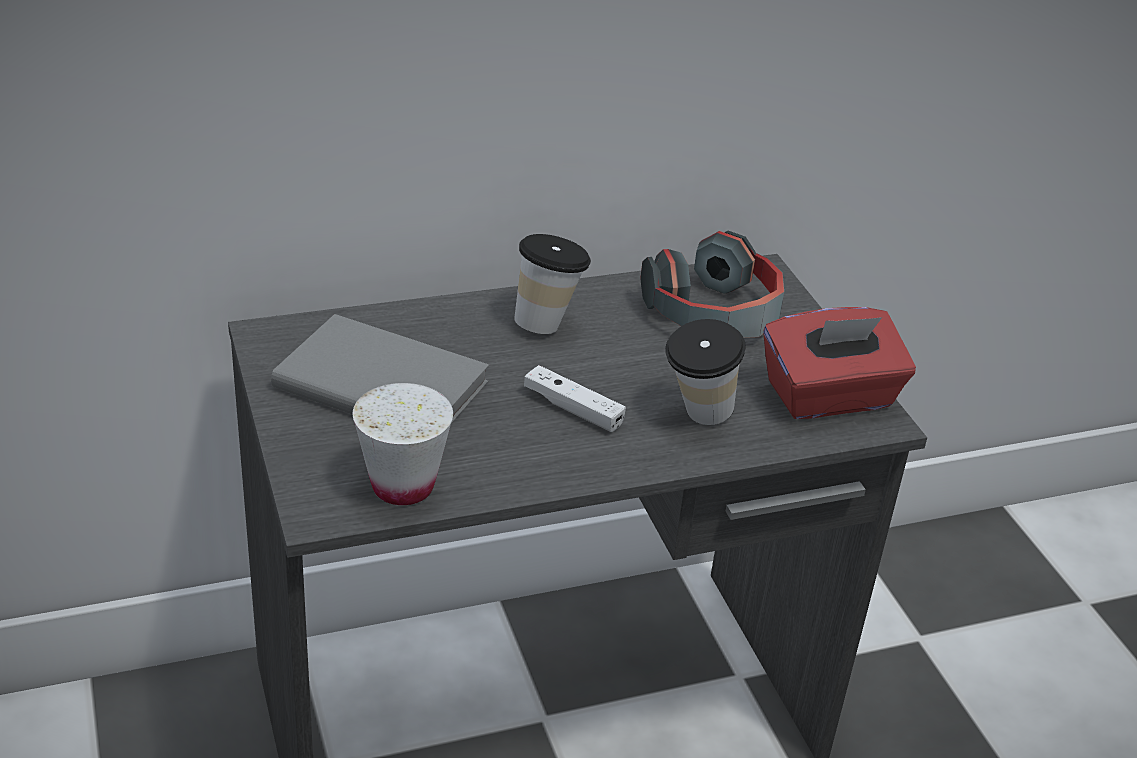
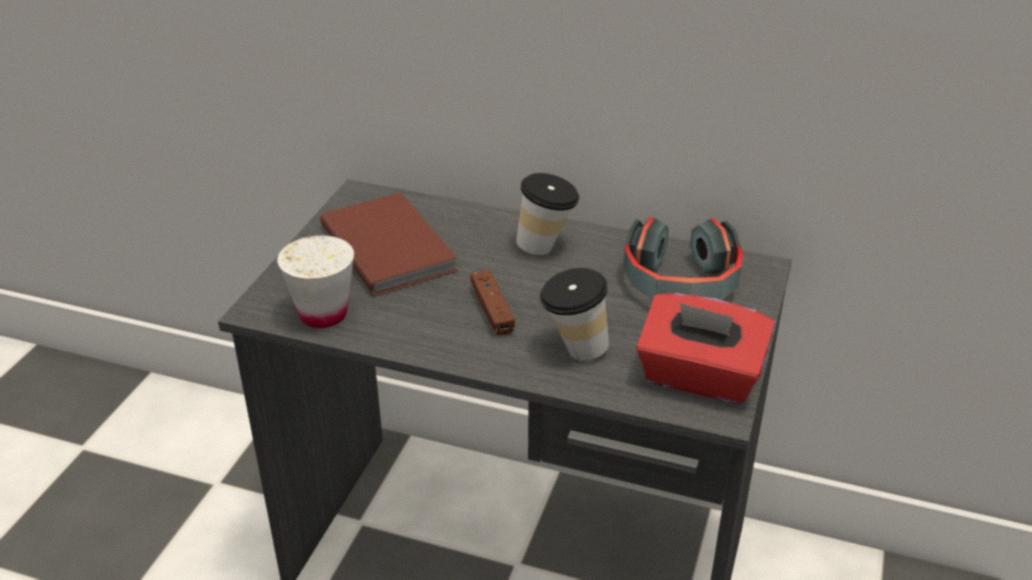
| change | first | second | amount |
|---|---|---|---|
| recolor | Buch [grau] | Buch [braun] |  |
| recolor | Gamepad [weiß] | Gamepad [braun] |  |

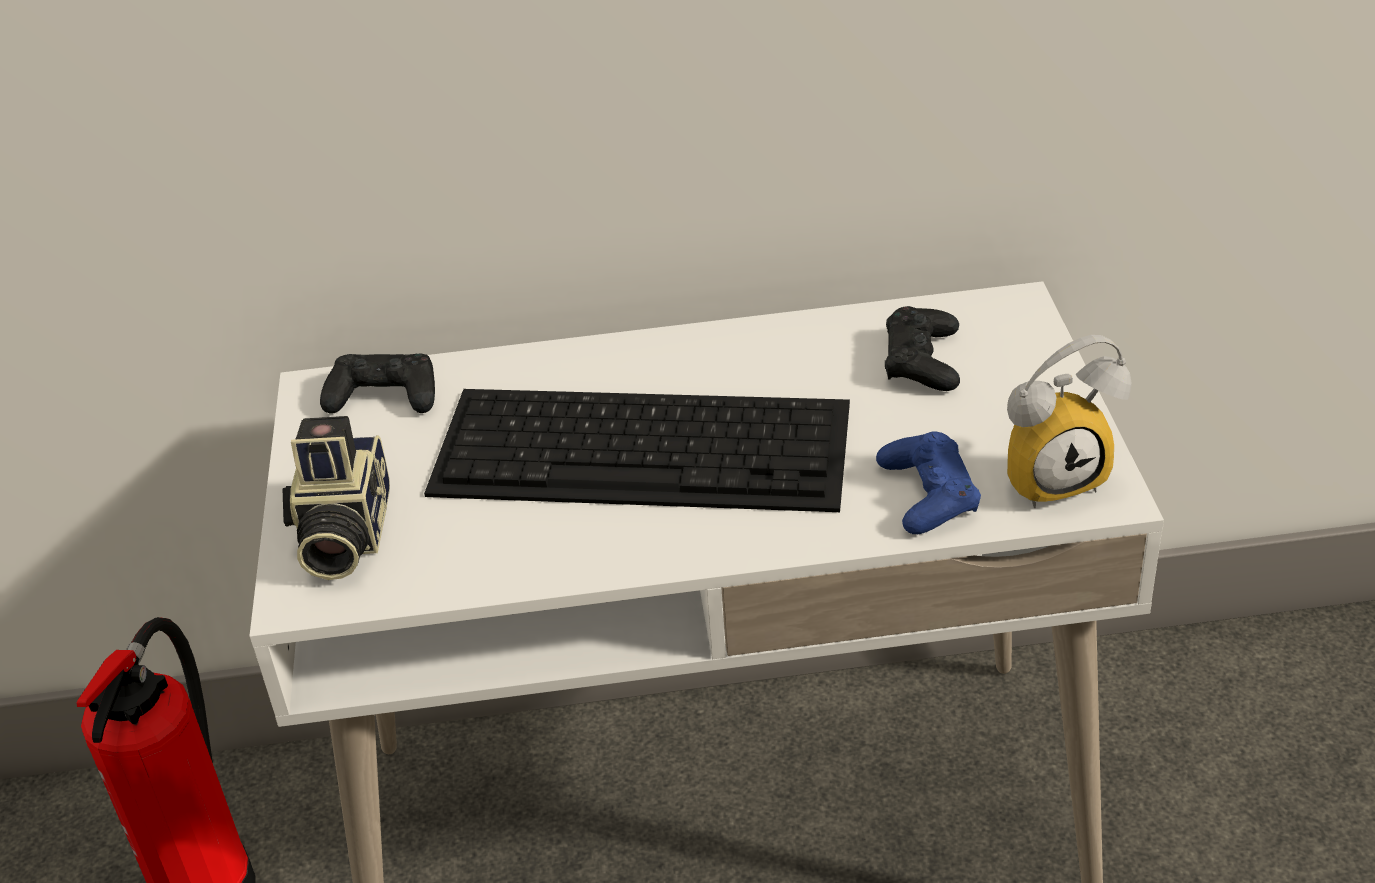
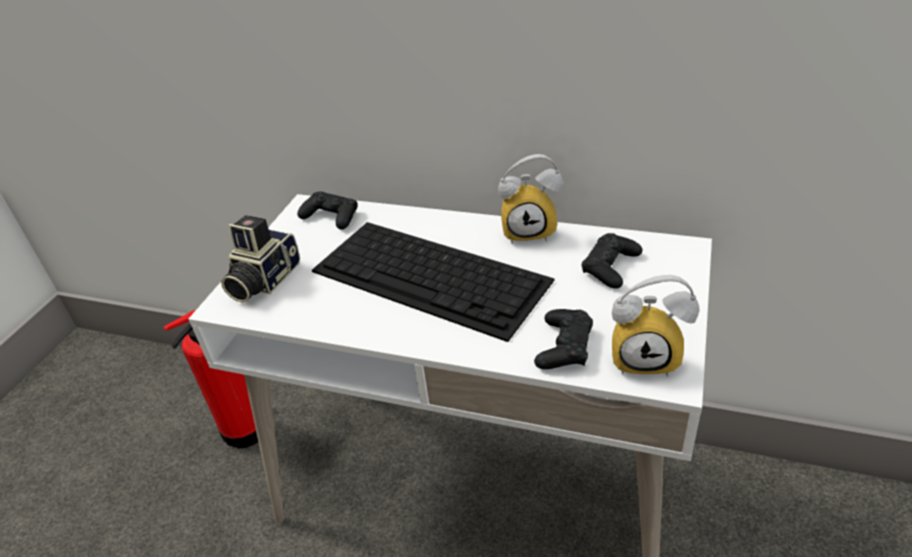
| change | first | second | amount |
|---|---|---|---|
| insert |  | Wecker (1st from left) |  |
| recolor | Gamepad [blau] | Gamepad [schwarz] (2nd from left) |  |

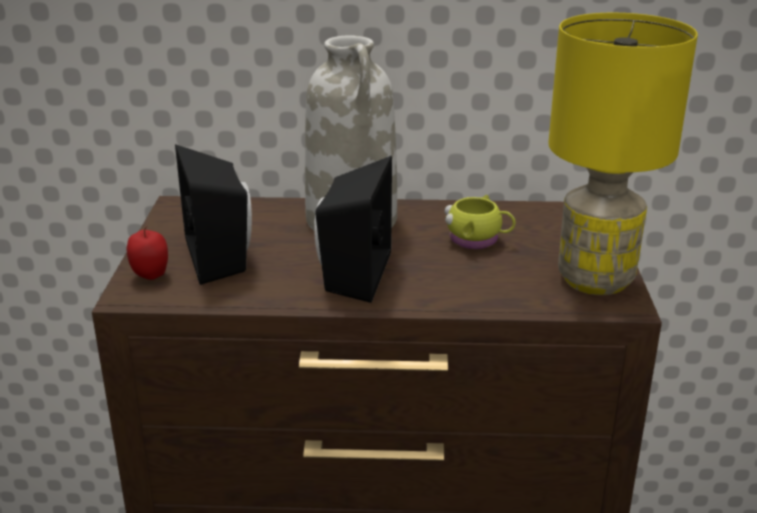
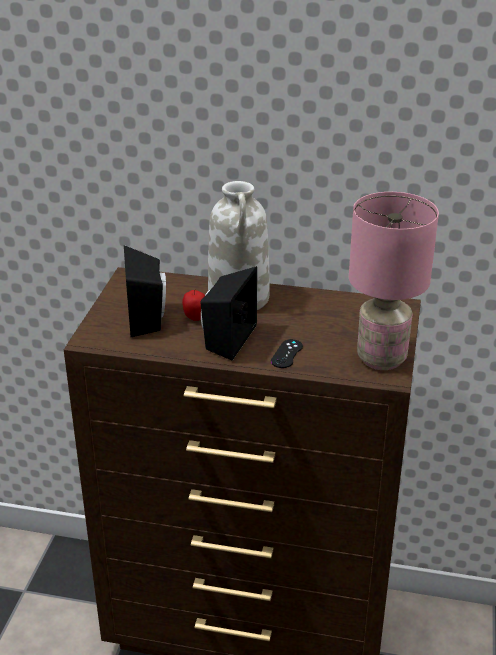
| change | first | second | amount |
|---|---|---|---|
| delete | Henkelbecher [gelb] |  |  |
| insert |  | Gamepad [schwarz] |  |
| move | Apfel |  |  |
| recolor | Tischlampe [gelb] | Tischlampe [rosa] |  |

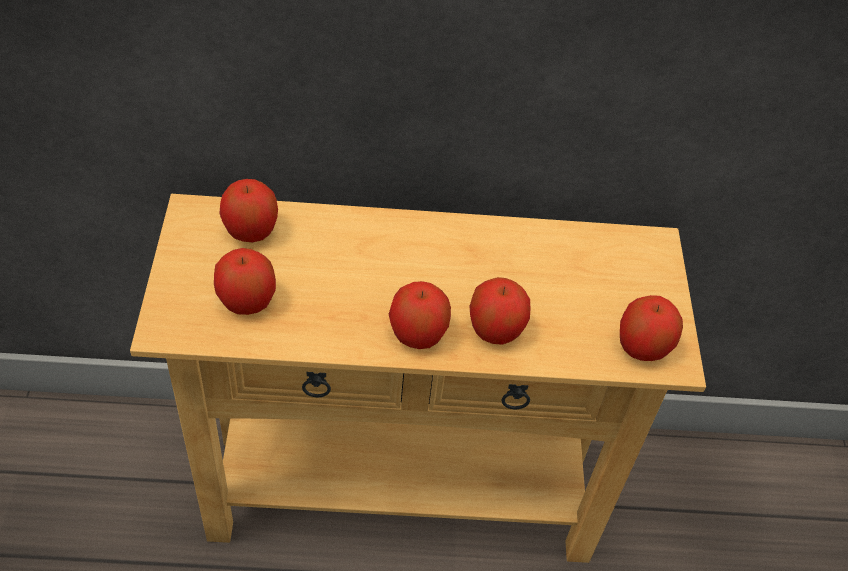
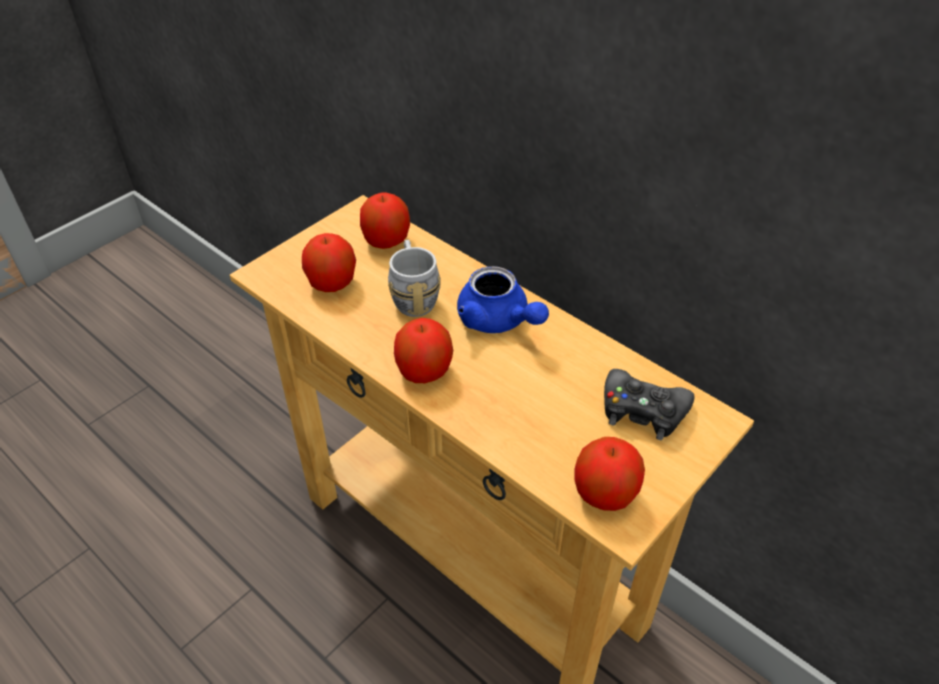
| change | first | second | amount |
|---|---|---|---|
| delete | Apfel (4th from left) |  |  |
| insert |  | Henkelbecher [grau] |  |
| insert |  | Teekanne [blau] |  |
| insert |  | Gamepad [schwarz] |  |

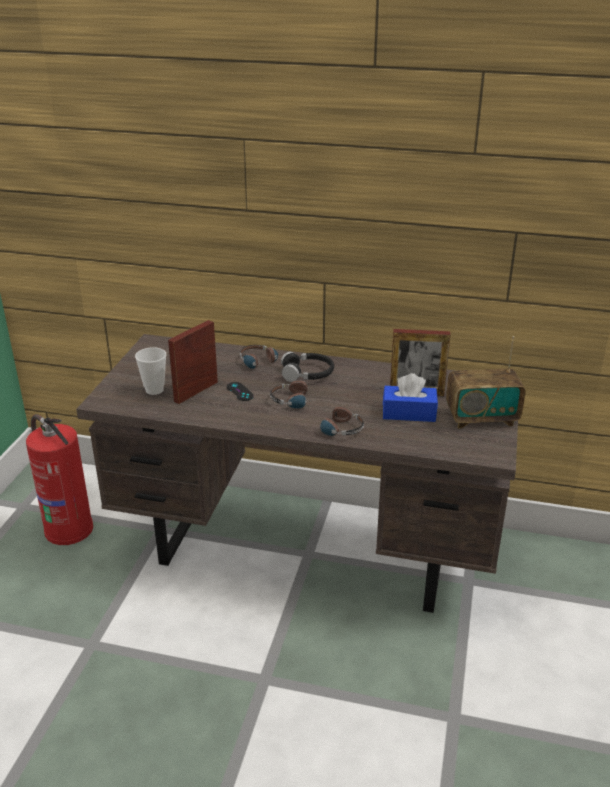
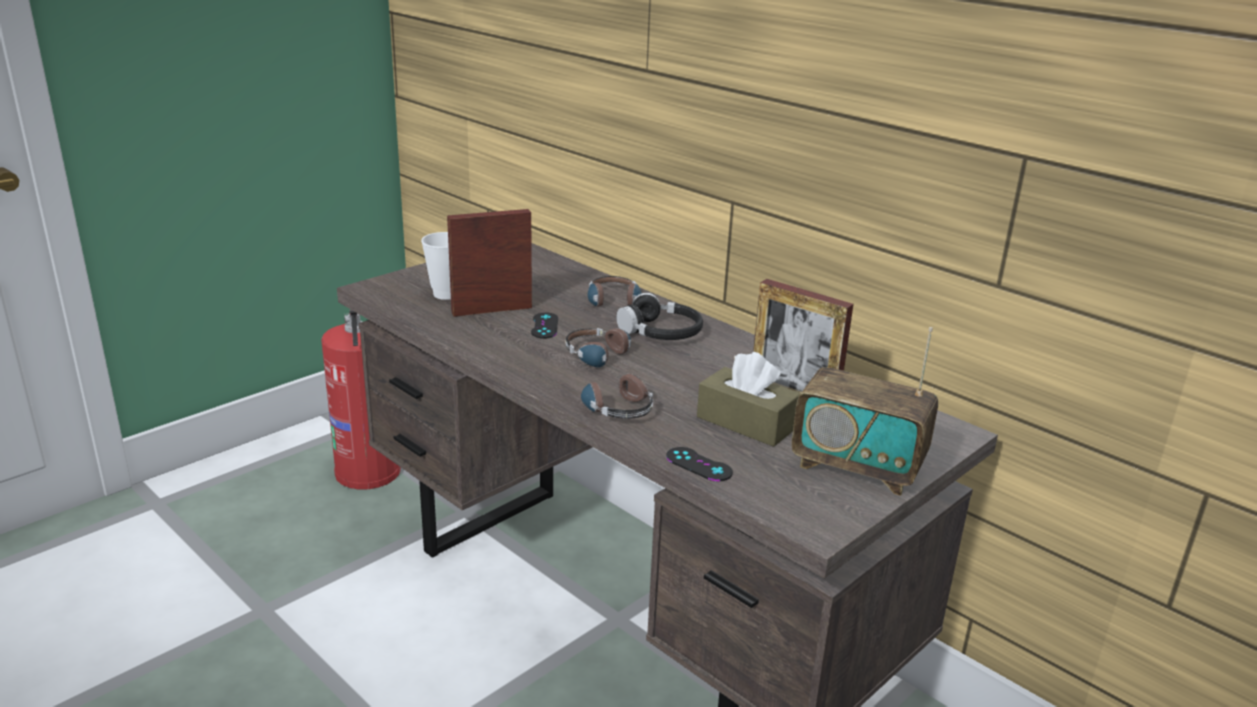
| change | first | second | amount |
|---|---|---|---|
| insert |  | Gamepad [schwarz] (2nd from left) |  |
| recolor | Taschentuchbox [blau] | Taschentuchbox [braun] |  |

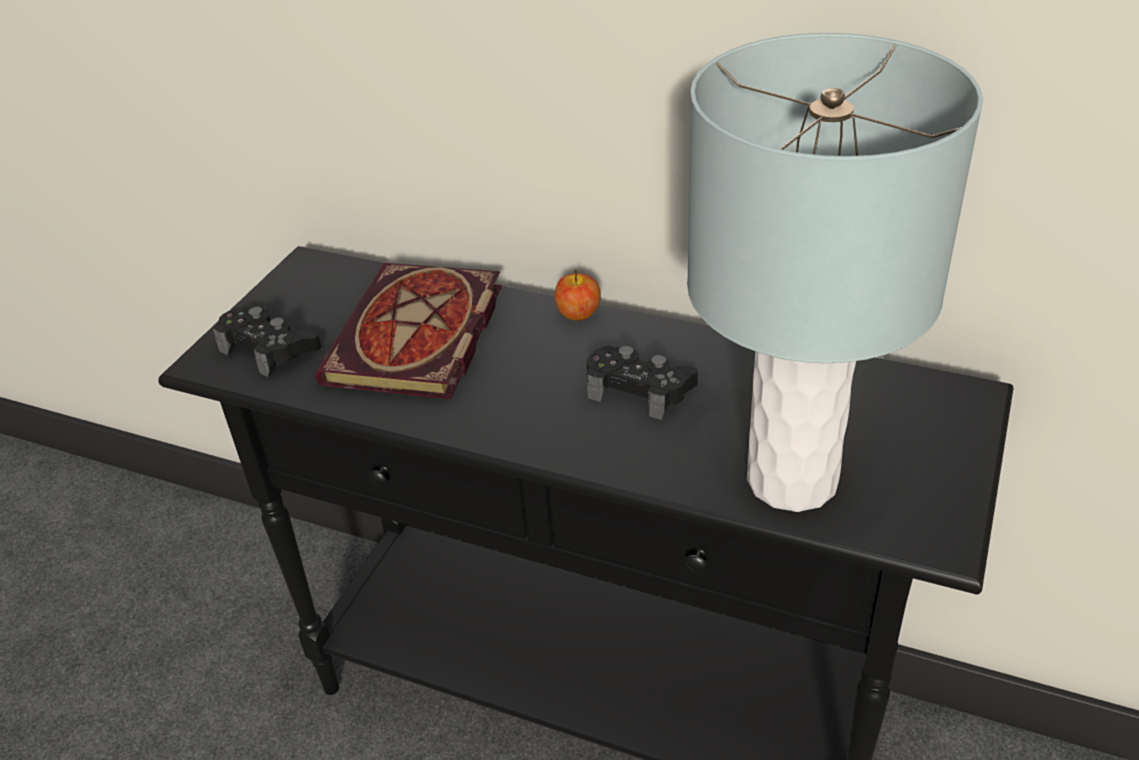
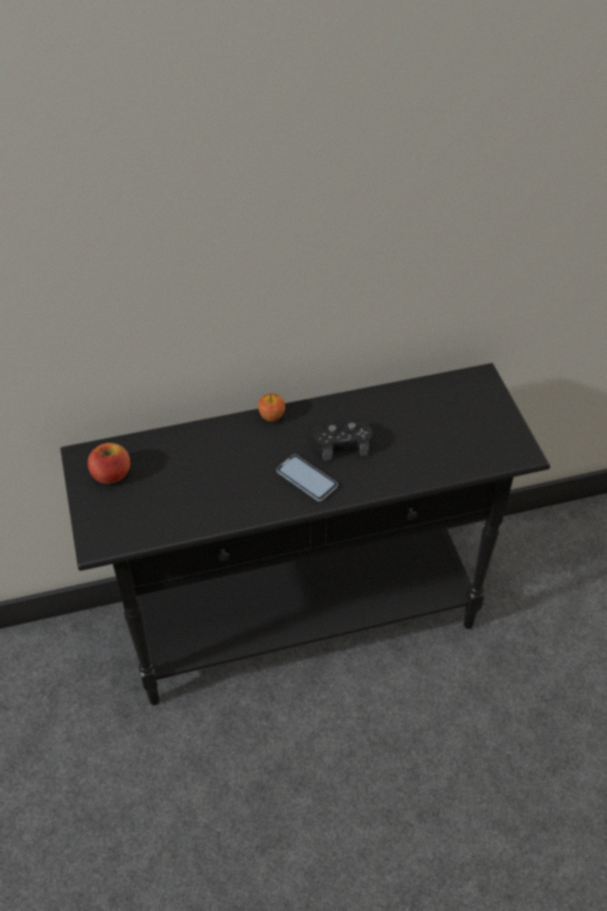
| change | first | second | amount |
|---|---|---|---|
| delete | Gamepad [schwarz] (1st from left) |  |  |
| delete | Buch |  |  |
| delete | Tischlampe [grau] |  |  |
| insert |  | Apfel (1st from left) |  |
| insert |  | Handy |  |

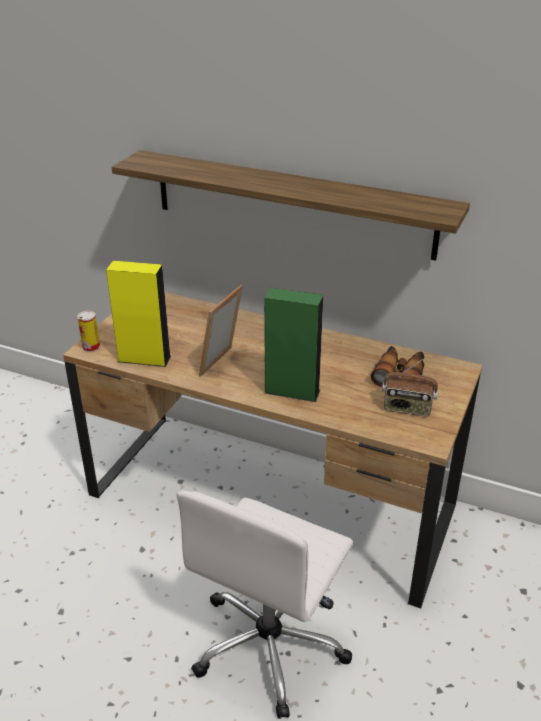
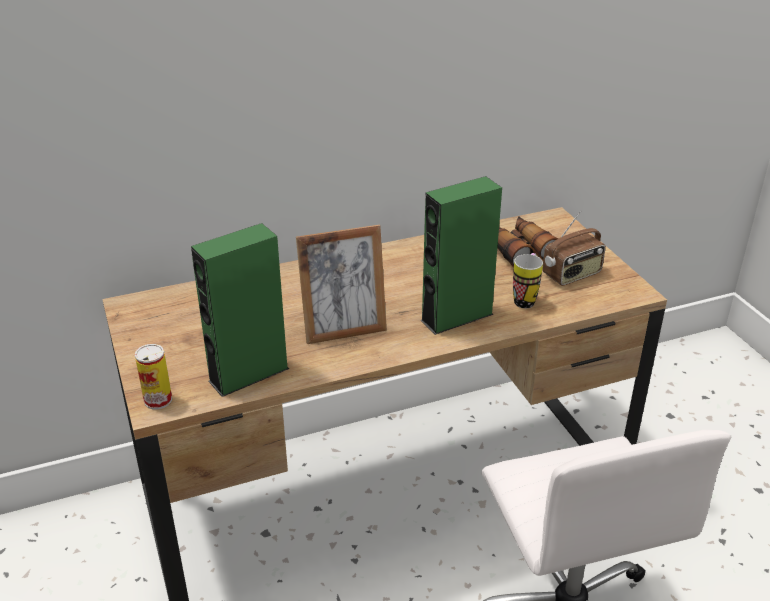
| change | first | second | amount |
|---|---|---|---|
| delete | Wandregal |  |  |
| insert |  | Henkelbecher |  |
| recolor | Lautsprecher [gelb] | Lautsprecher [grün] (1st from left) |  |
| rotate | Bilderrahmen |  | 90 degrees counterclockwise |

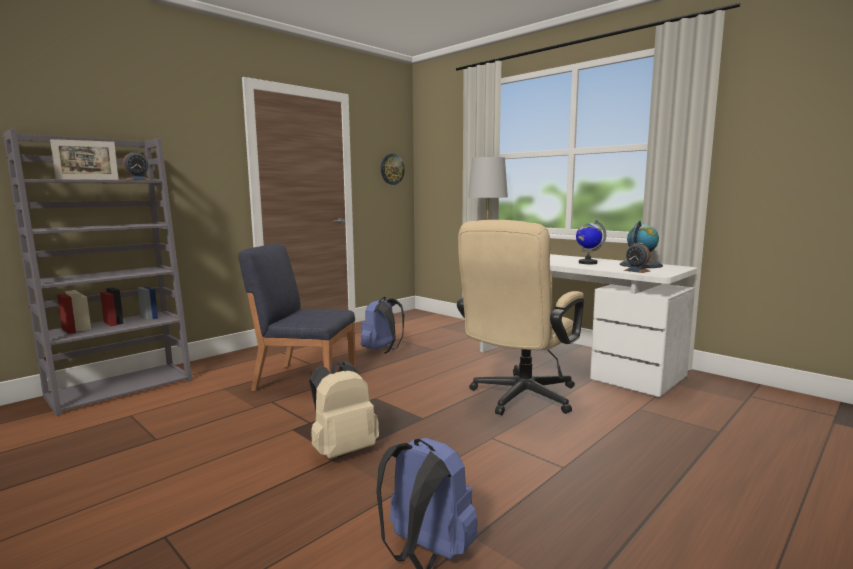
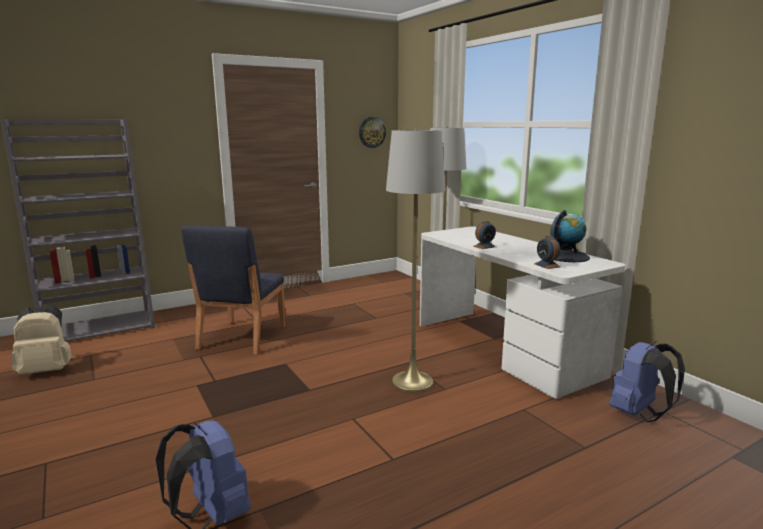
| change | first | second | amount |
|---|---|---|---|
| delete | Bilderrahmen |  |  |
| delete | Globus (1st from left) |  |  |
| move | Wecker (1st from left) |  |  |
| move | Rucksack [beige] |  |  |
| move | Rucksack [blau] (1st from left in the first image) | Rucksack [blau] (2nd from left) |  |
| replace | Bürostuhl [beige] | Stehlampe [grau] (1st from left) |  |
| rotate | Stuhl [blau] |  | 105 degrees counterclockwise |

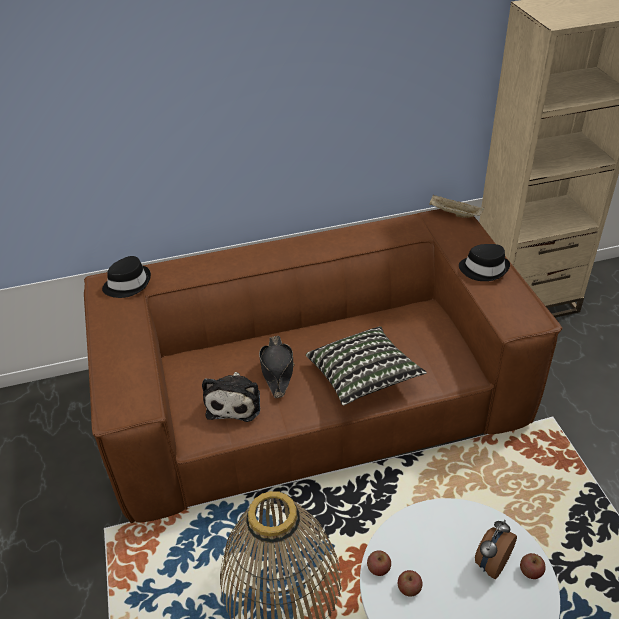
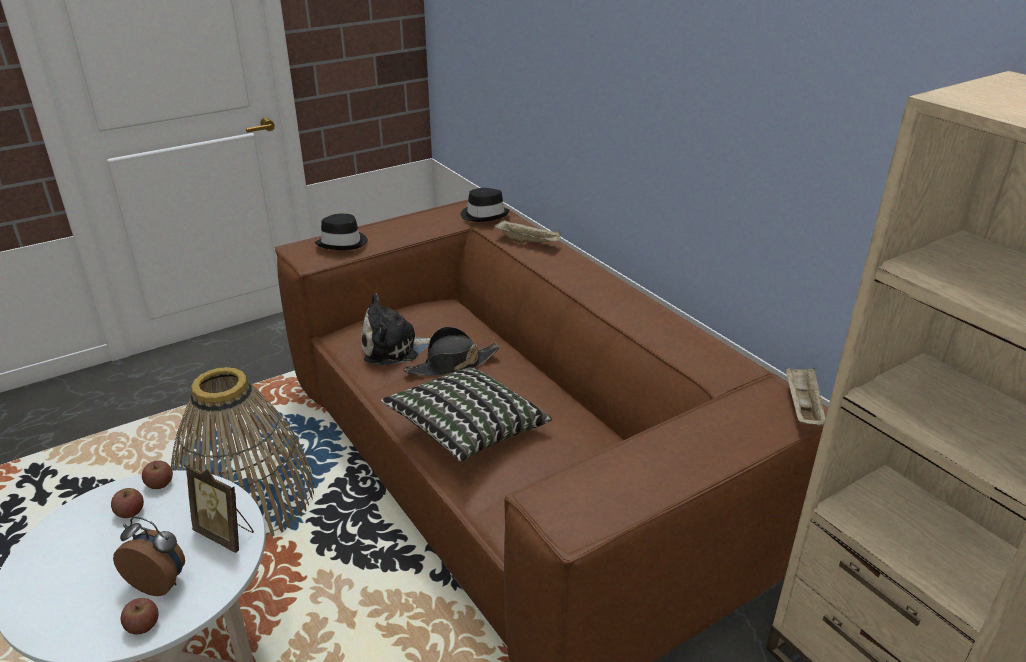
| change | first | second | amount |
|---|---|---|---|
| insert |  | Bilderrahmen |  |
| insert |  | Tablett [beige] (1st from left) |  |
| move | Hut [schwarz] (3rd from left in the first image) | Hut [schwarz] (1st from left) |  |

